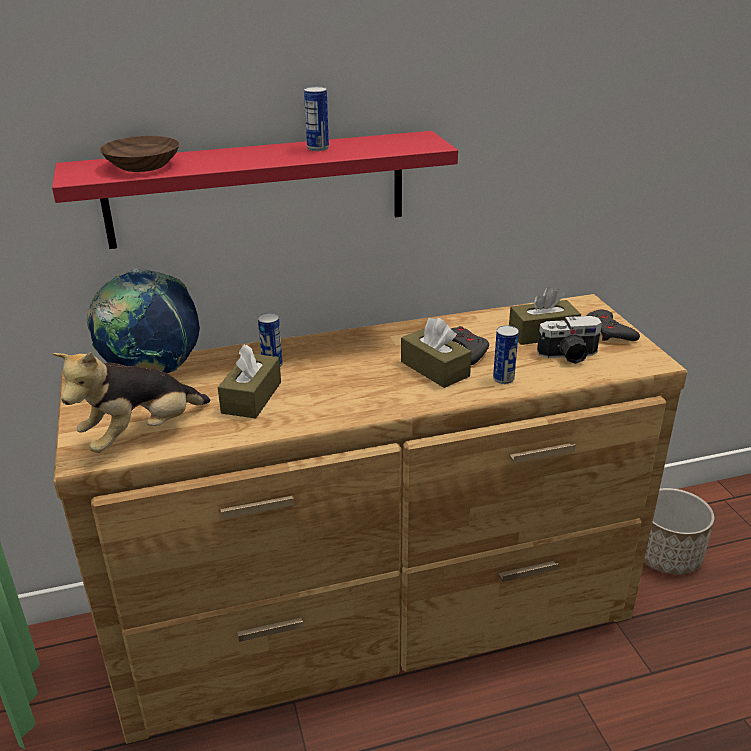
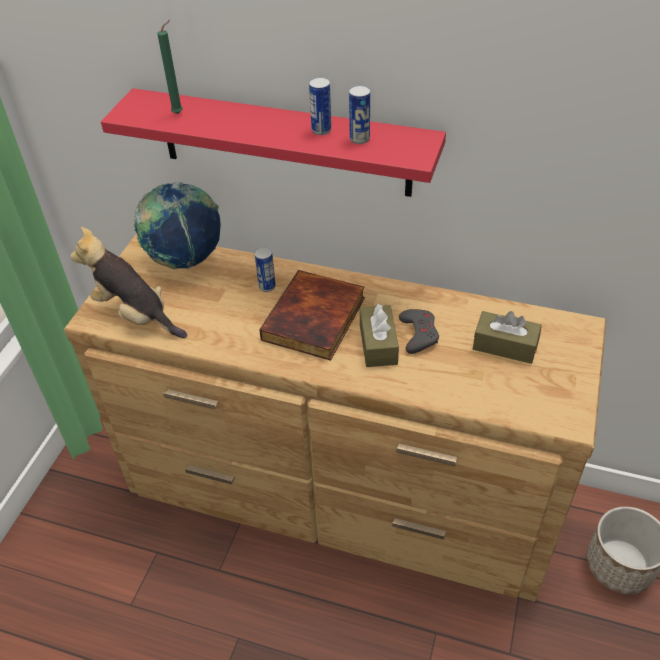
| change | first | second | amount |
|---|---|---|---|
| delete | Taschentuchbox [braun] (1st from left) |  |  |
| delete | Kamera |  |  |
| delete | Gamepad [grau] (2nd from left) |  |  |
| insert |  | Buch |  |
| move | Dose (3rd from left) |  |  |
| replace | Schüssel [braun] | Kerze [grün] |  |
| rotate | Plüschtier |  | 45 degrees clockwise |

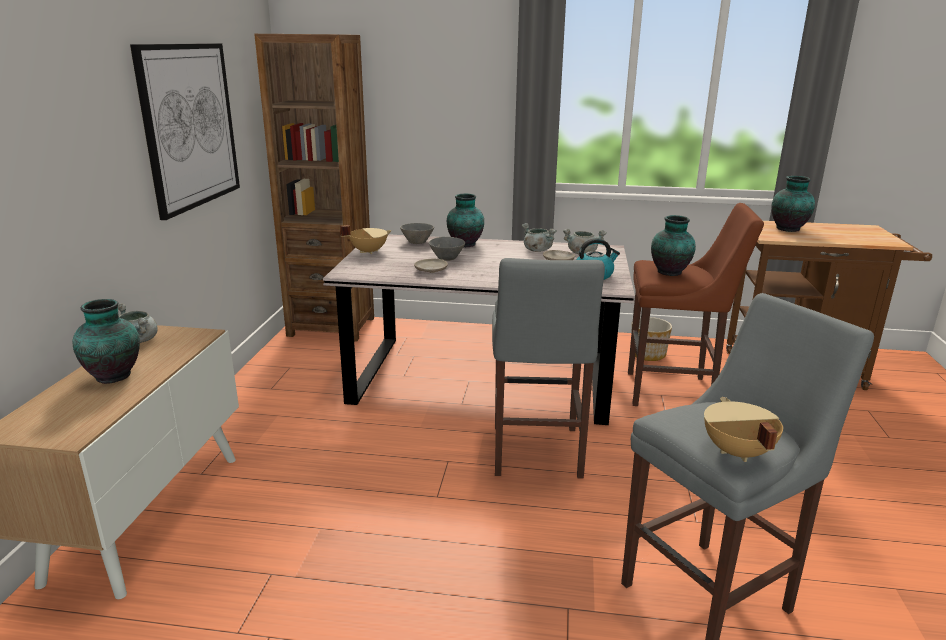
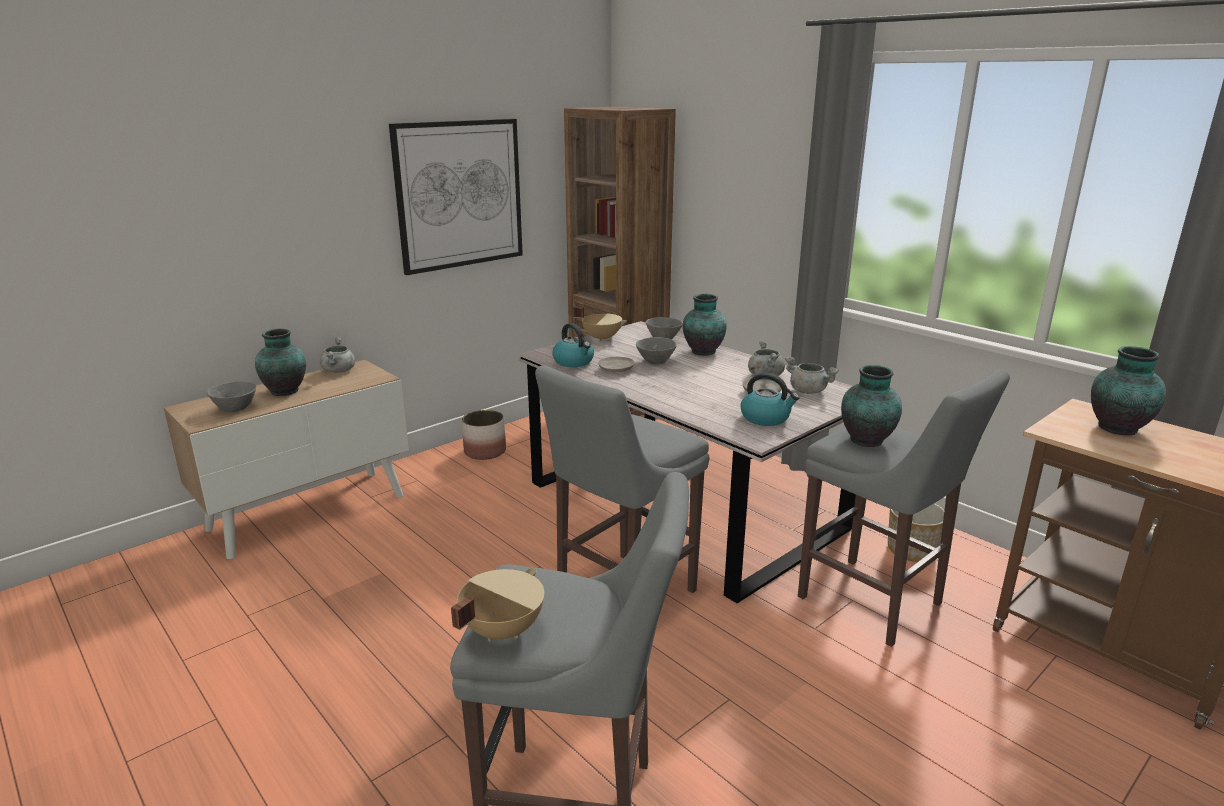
| change | first | second | amount |
|---|---|---|---|
| insert |  | Schüssel [grau] (1st from left) |  |
| insert |  | Pflanzkübel (1st from left) |  |
| insert |  | Wasserkessel (1st from left) |  |
| recolor | Hocker [braun] | Hocker [grau] (3rd from left) |  |

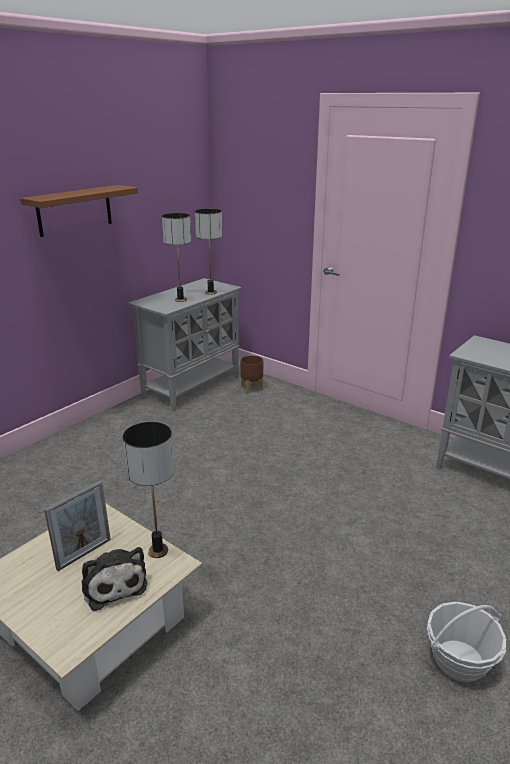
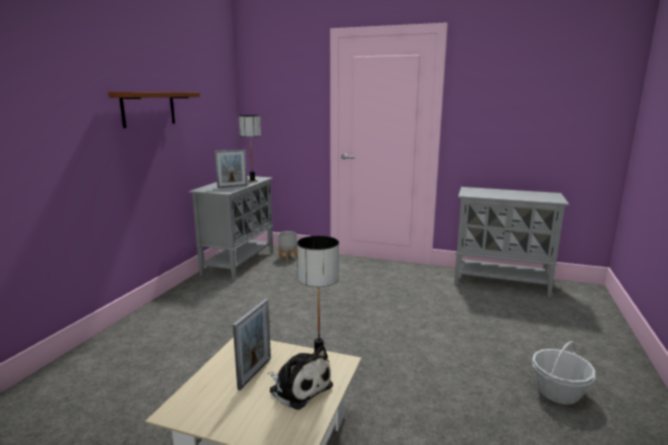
| change | first | second | amount |
|---|---|---|---|
| replace | Tischlampe (2nd from left) | Bilderrahmen (1st from left) |  |
| recolor | Pflanzkübel [braun] | Pflanzkübel [grau] |  |

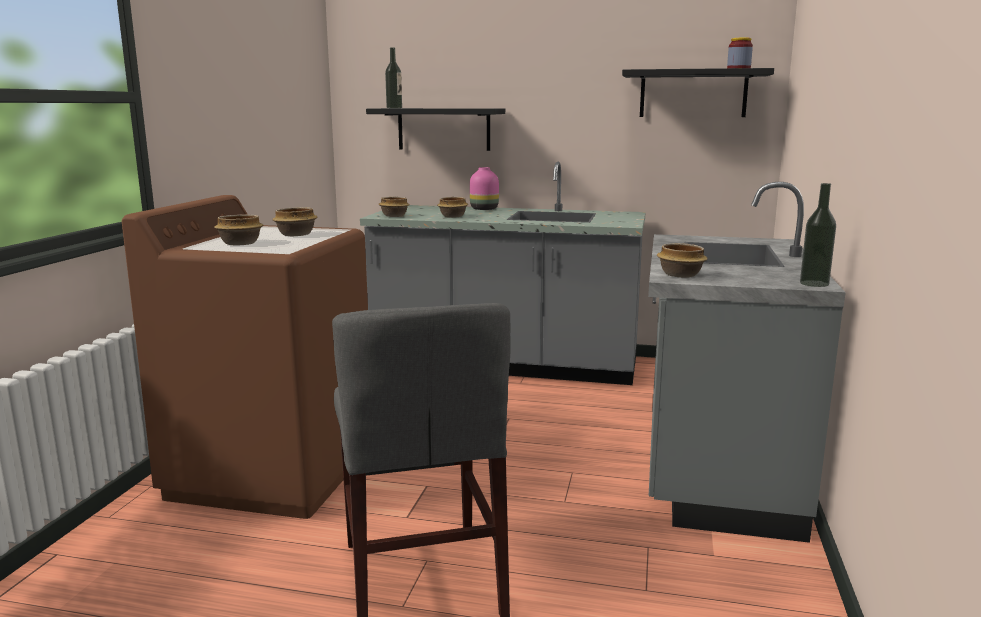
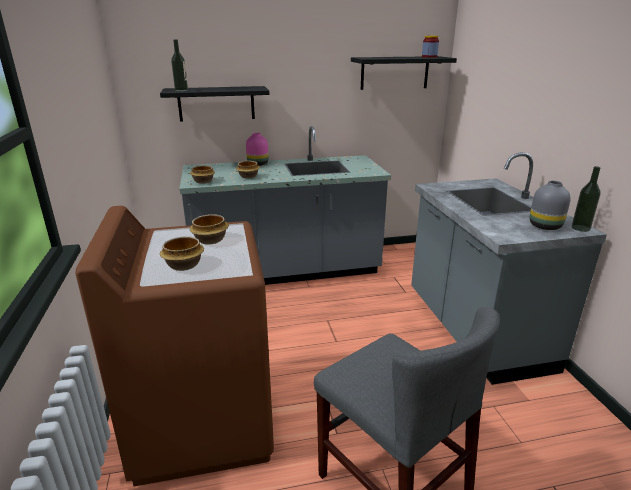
| change | first | second | amount |
|---|---|---|---|
| delete | Schüssel (5th from left) |  |  |
| insert |  | Vase [grau] |  |

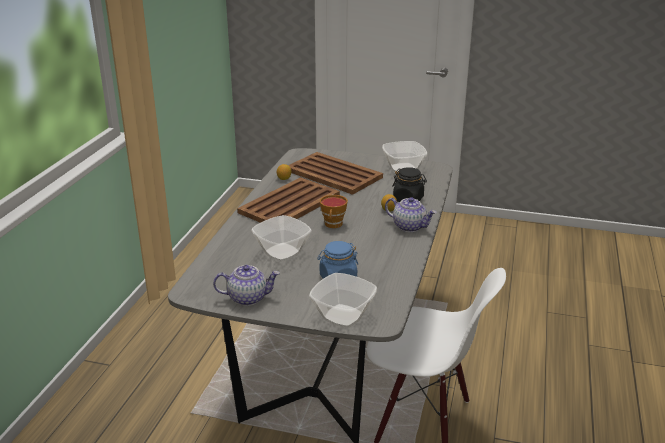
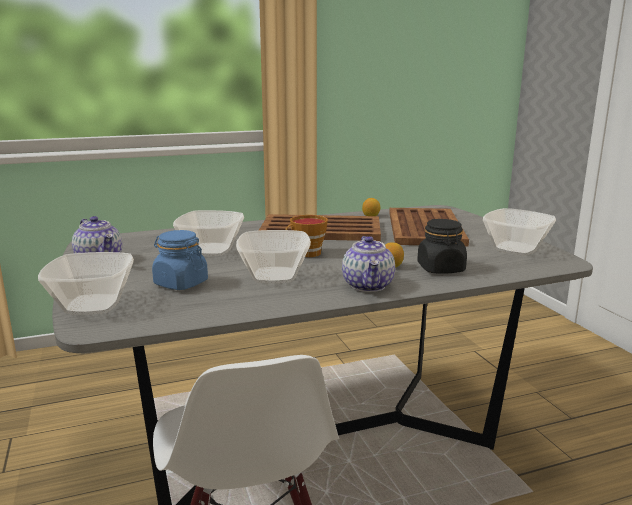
| change | first | second | amount |
|---|---|---|---|
| insert |  | Schüssel (3rd from left) |  |

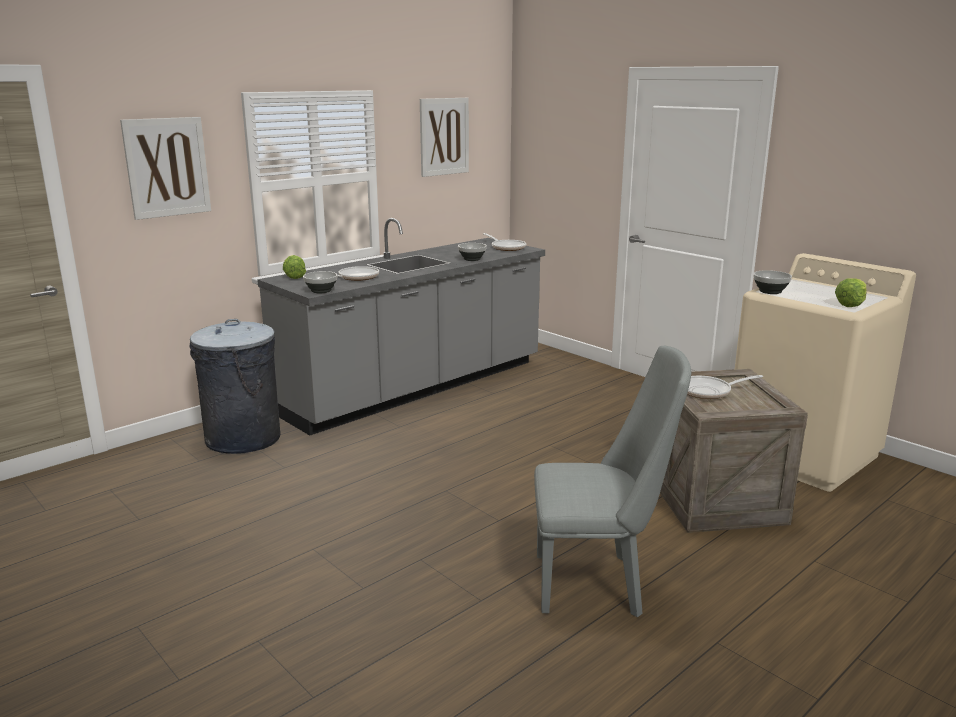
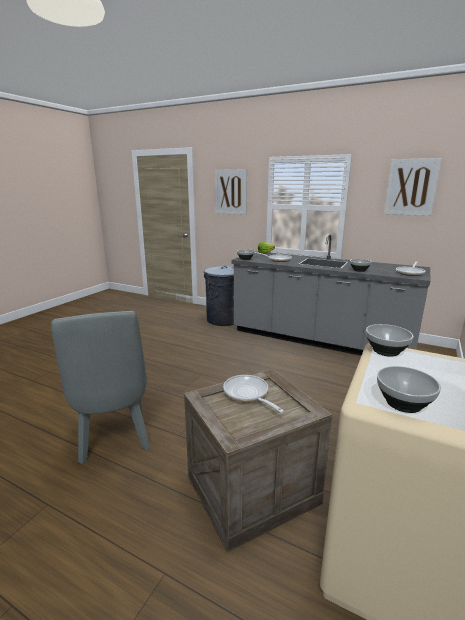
| change | first | second | amount |
|---|---|---|---|
| replace | Salatkopf (2nd from left) | Schüssel (4th from left) |  |

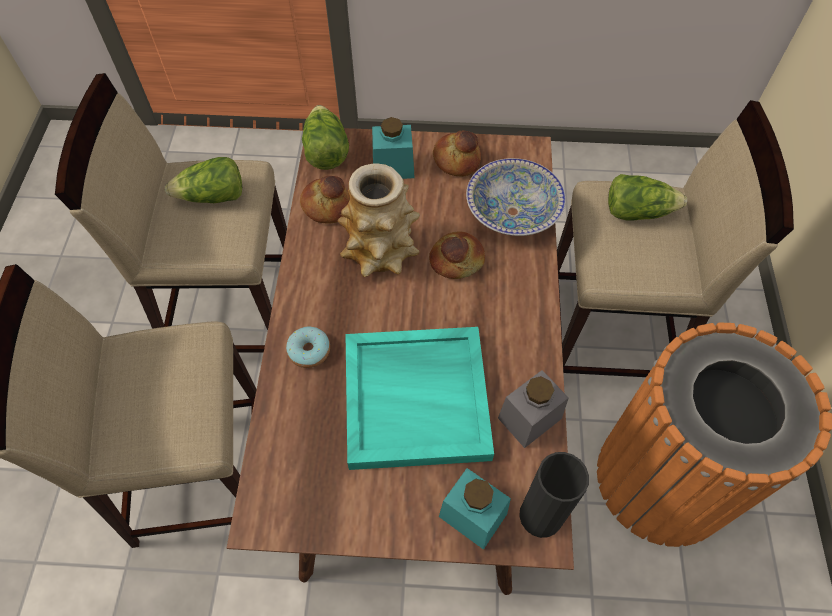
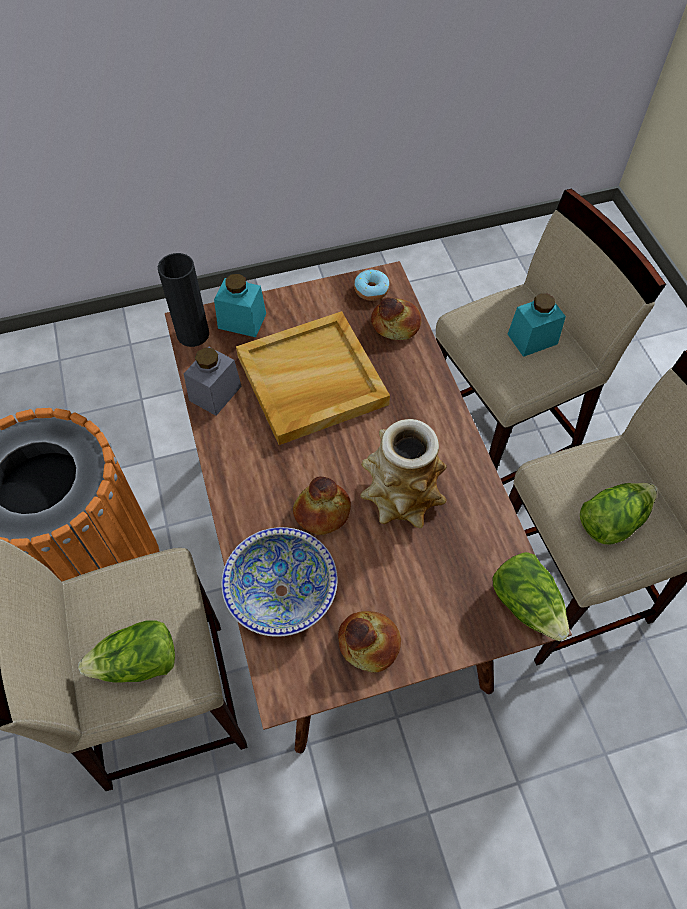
| change | first | second | amount |
|---|---|---|---|
| move | Donut |  |  |
| move | Brot (1st from left in the first image) | Brot (3rd from left) |  |
| move | Vorratsglas [türkis] (1st from left in the first image) | Vorratsglas [türkis] (2nd from left) |  |
| recolor | Tablett [türkis] | Tablett [beige] |  |

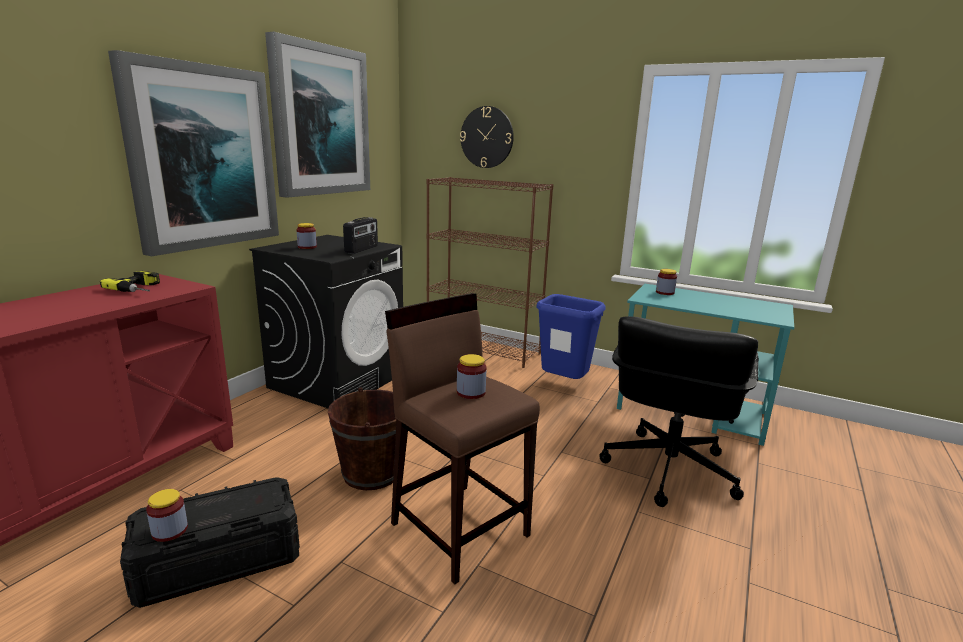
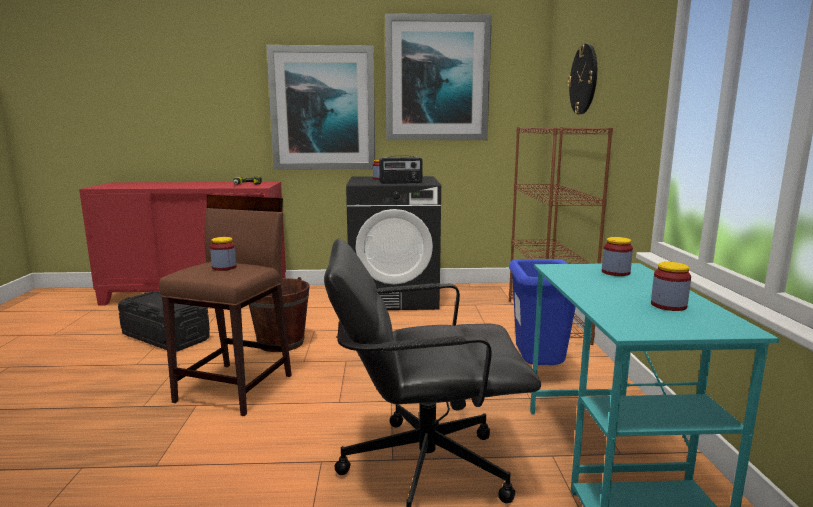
| change | first | second | amount |
|---|---|---|---|
| move | Vorratsglas (1st from left in the first image) | Vorratsglas (4th from left) |  |

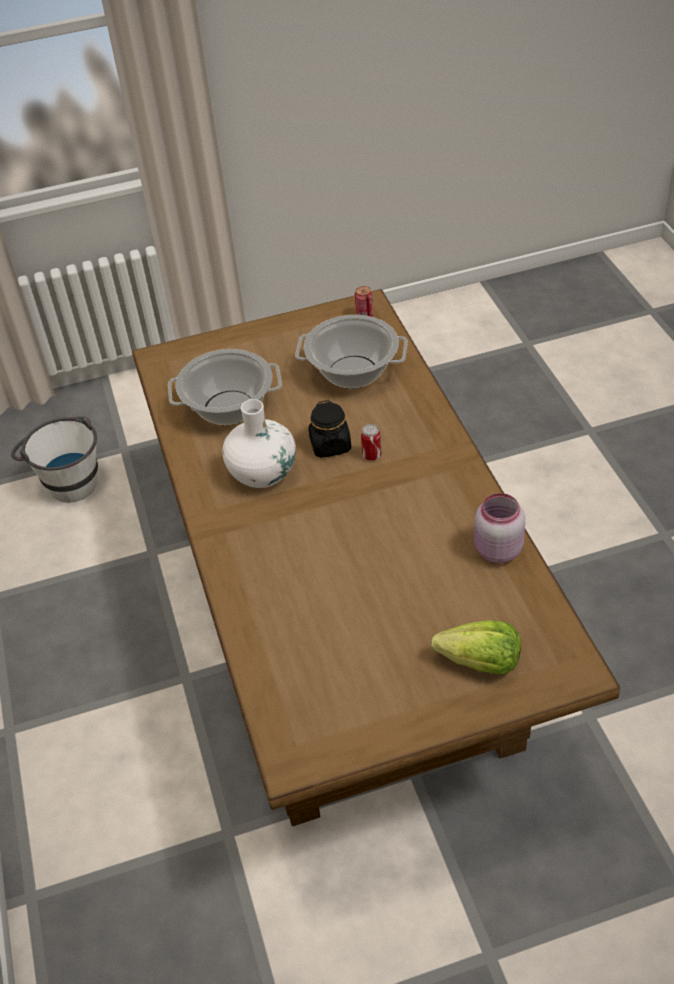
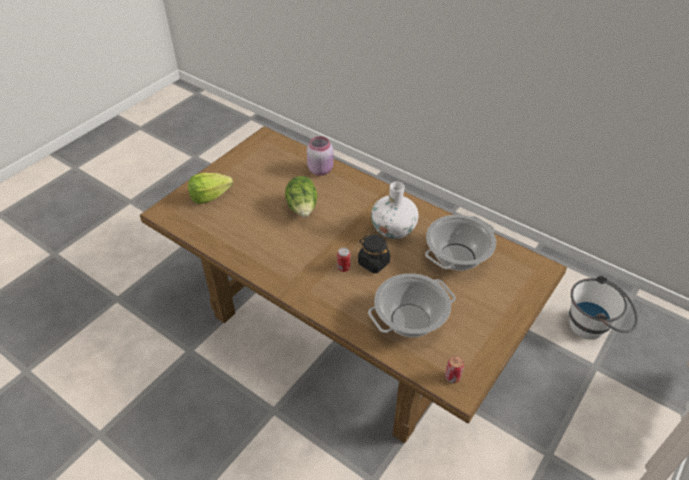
| change | first | second | amount |
|---|---|---|---|
| insert |  | Salatkopf (2nd from left) |  |
| move | Vorratsglas [rosa] |  |  |

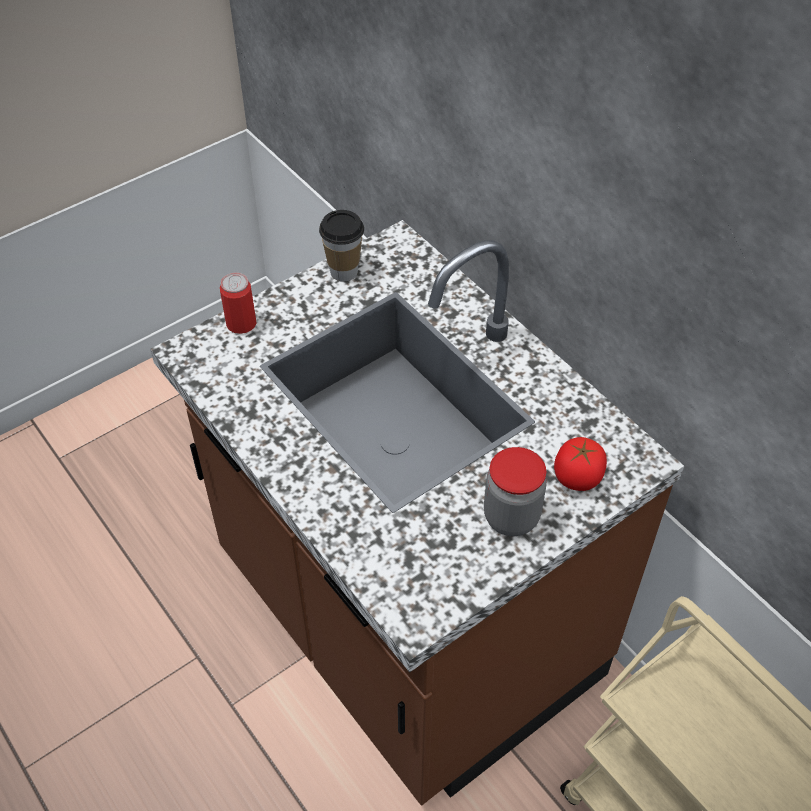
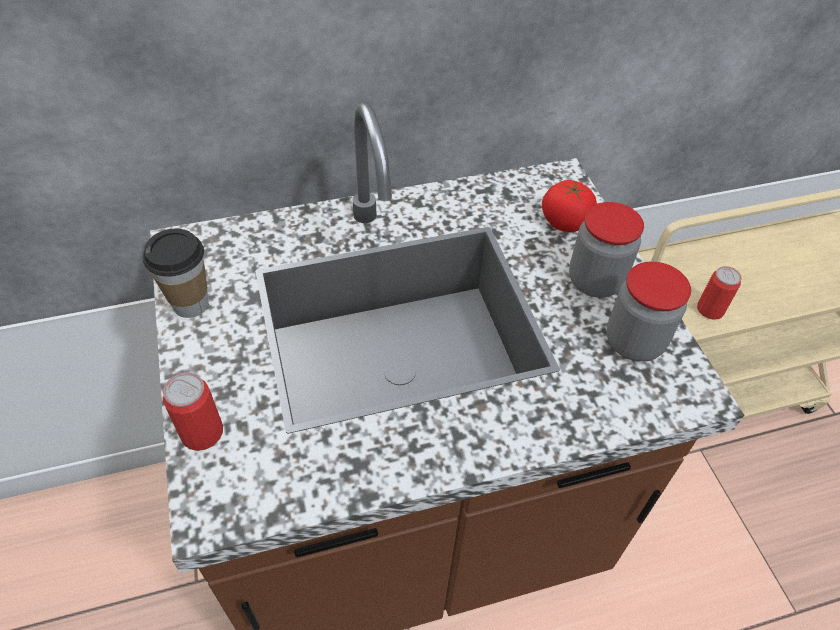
| change | first | second | amount |
|---|---|---|---|
| insert |  | Vorratsglas (2nd from left) |  |
| insert |  | Dose (2nd from left) |  |

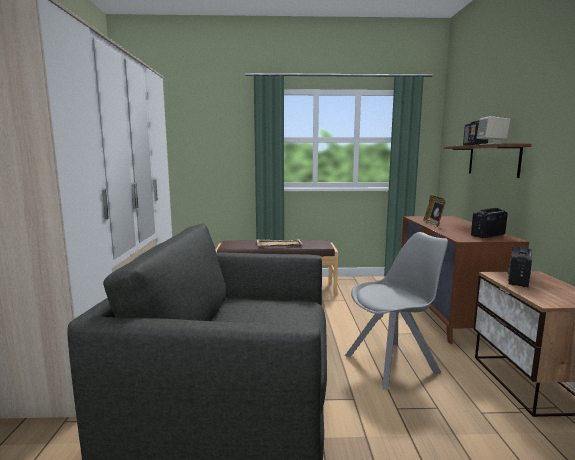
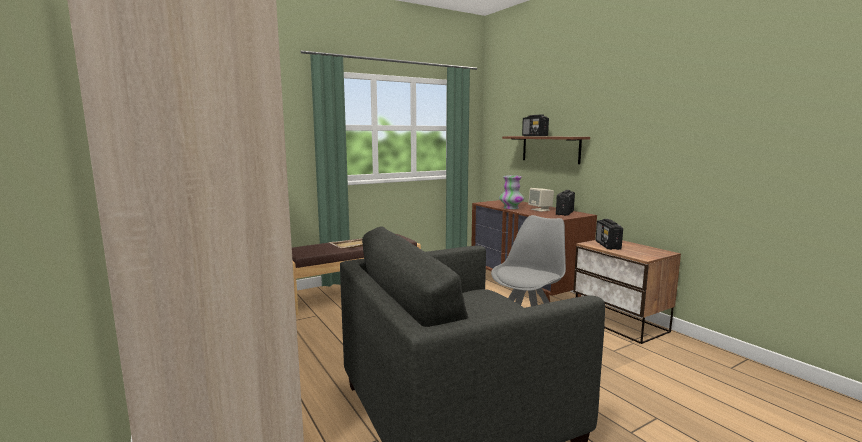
| change | first | second | amount |
|---|---|---|---|
| move | Lautsprecher [beige] |  |  |
| replace | Bilderrahmen | Vase |  |

